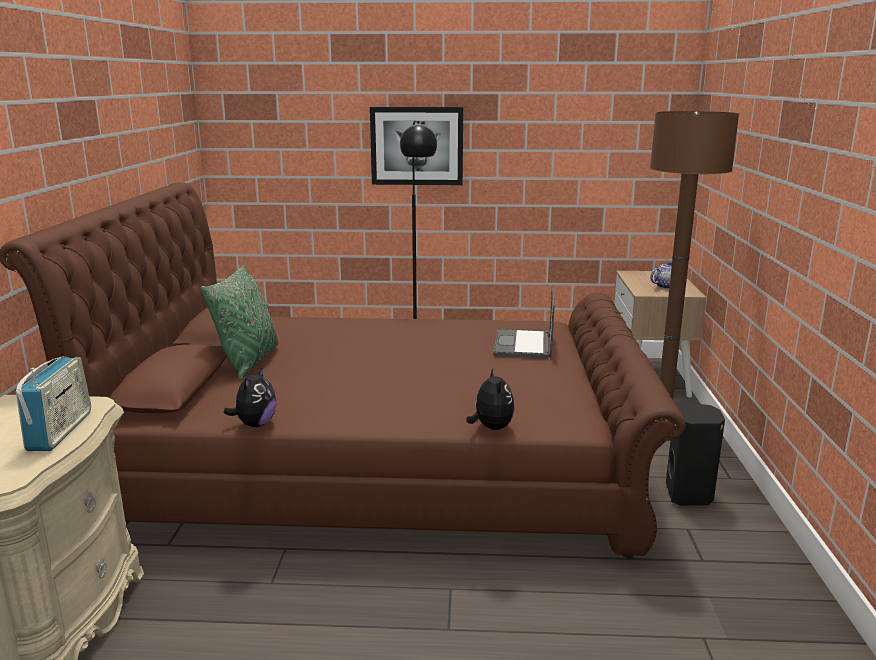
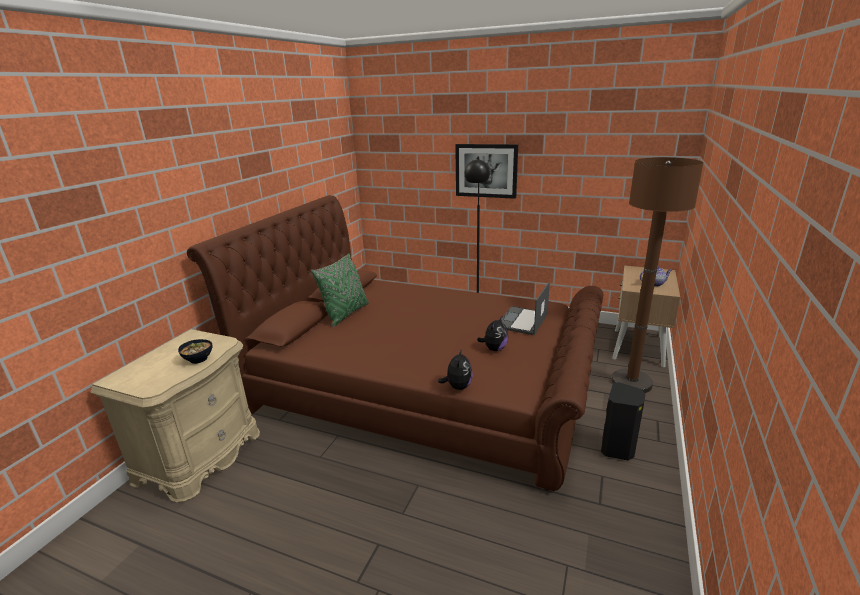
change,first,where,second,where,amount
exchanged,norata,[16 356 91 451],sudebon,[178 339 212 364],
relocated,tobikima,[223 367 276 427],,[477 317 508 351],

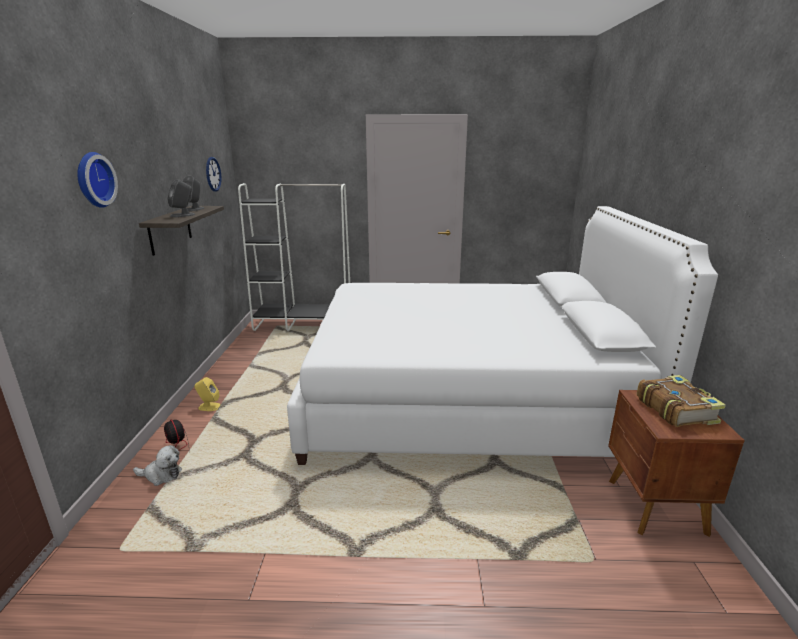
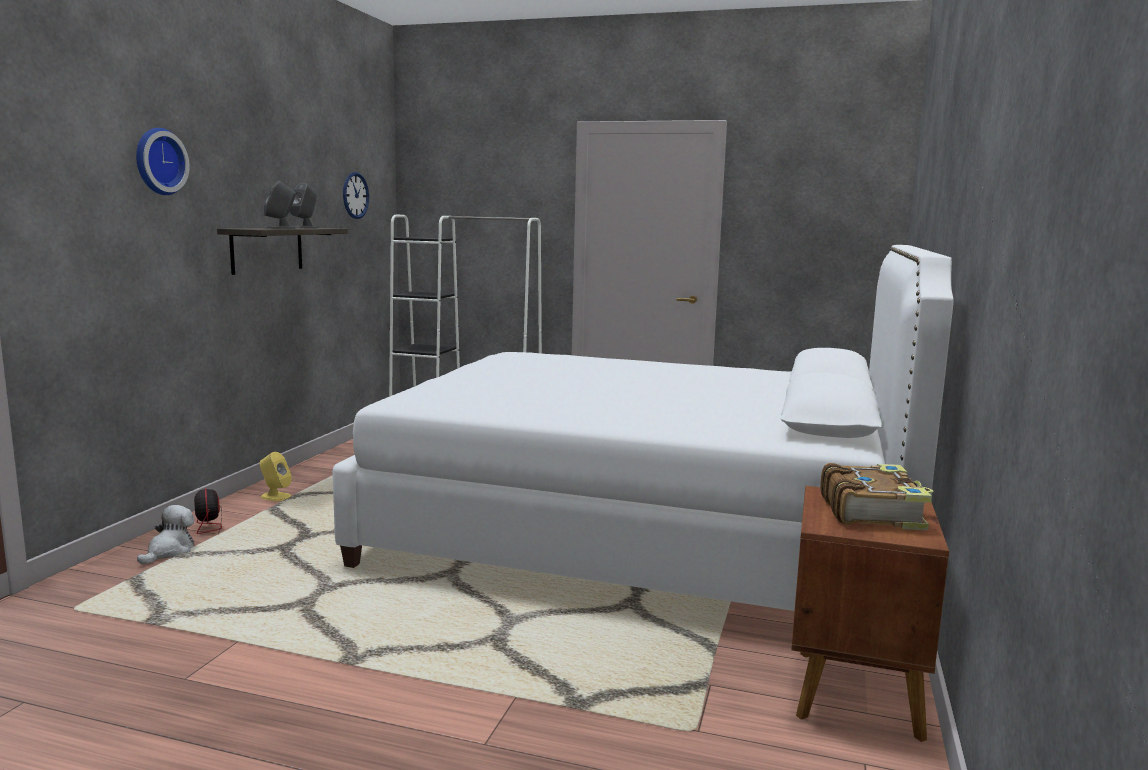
change,first,where,second,where,amount
spun,tobikima,[133 445 182 486],,[137 505 194 564],90 degrees counterclockwise

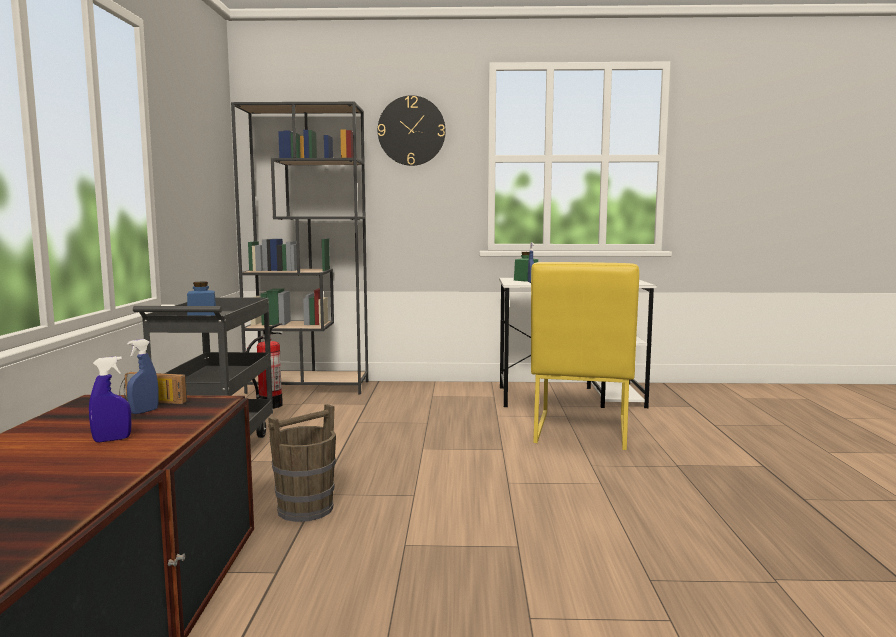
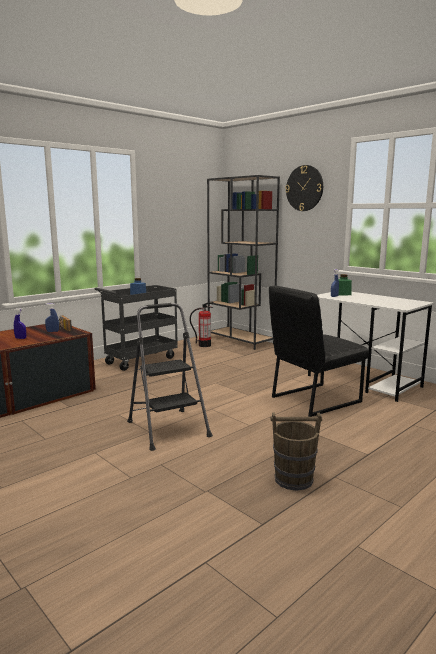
change,first,where,second,where,amount
appeared,,,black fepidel,[127 303 213 451],
colour,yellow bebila,[531 262 639 450],black bebila,[269 286 369 417],
relocated,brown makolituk,[268 404 336 522],,[270 412 322 491],

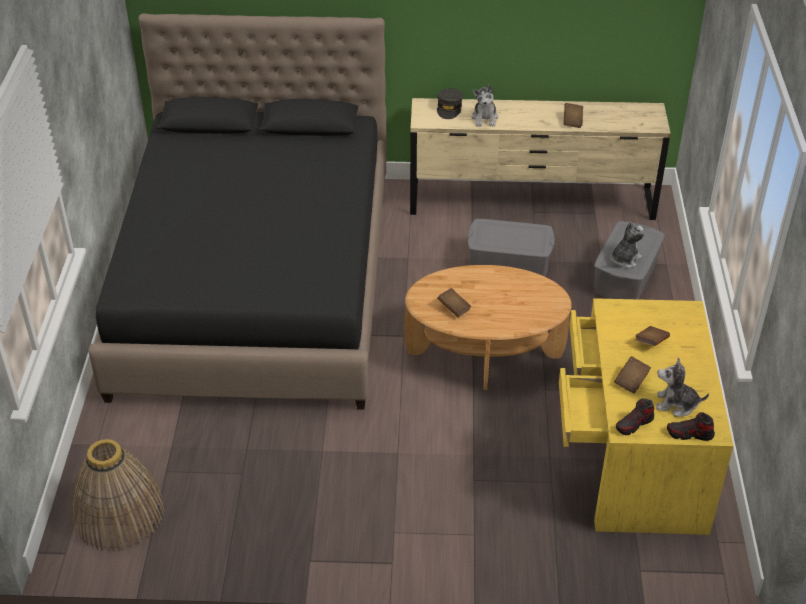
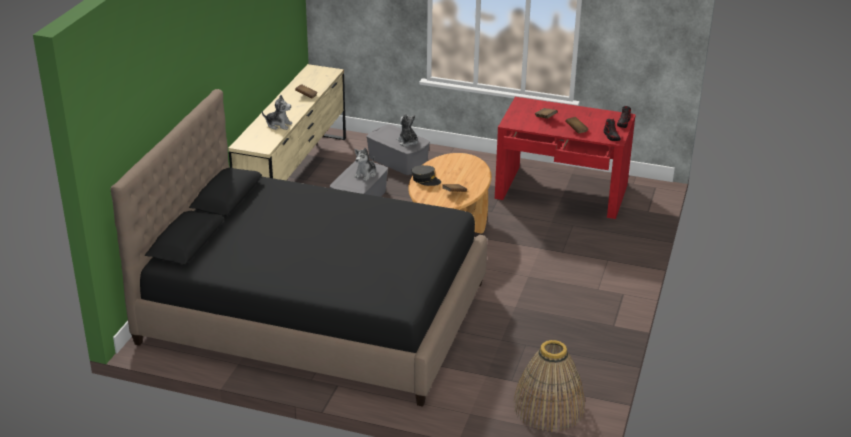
change,first,where,second,where,amount
relocated,tobikima,[656 358 709 417],,[354 148 376 181],
relocated,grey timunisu,[437 88 463 119],,[411 165 441 186],
colour,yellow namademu,[559 298 734 535],red namademu,[495 97 636 219],

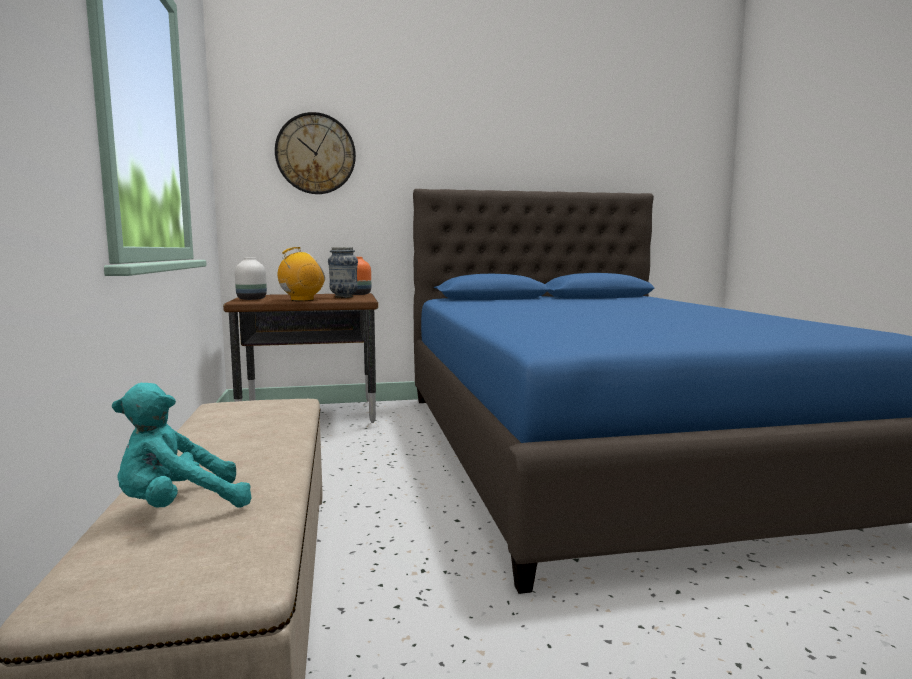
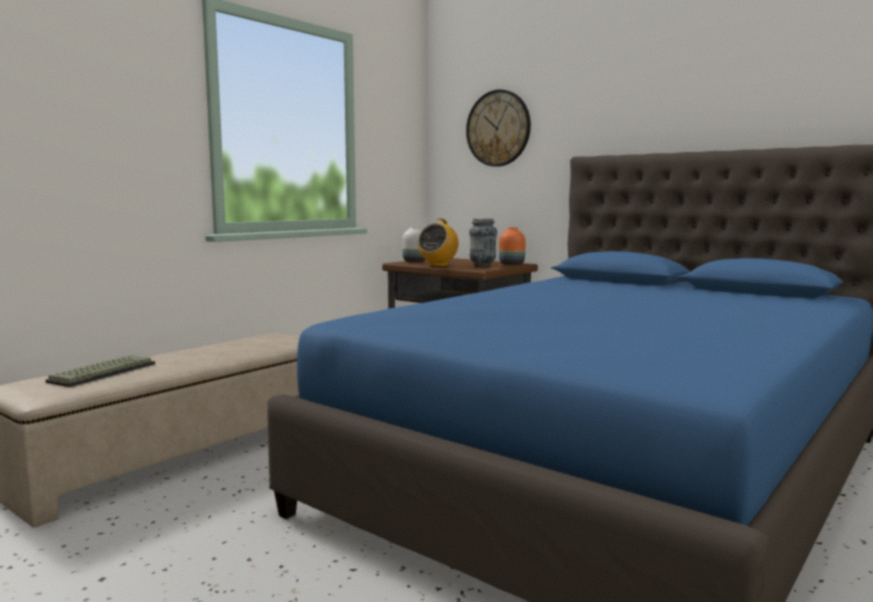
change,first,where,second,where,amount
exchanged,turquoise tobikima,[112 383 252 508],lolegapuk,[46 355 155 387],
spun,norata,[278 247 325 301],,[418 218 459 267],105 degrees clockwise

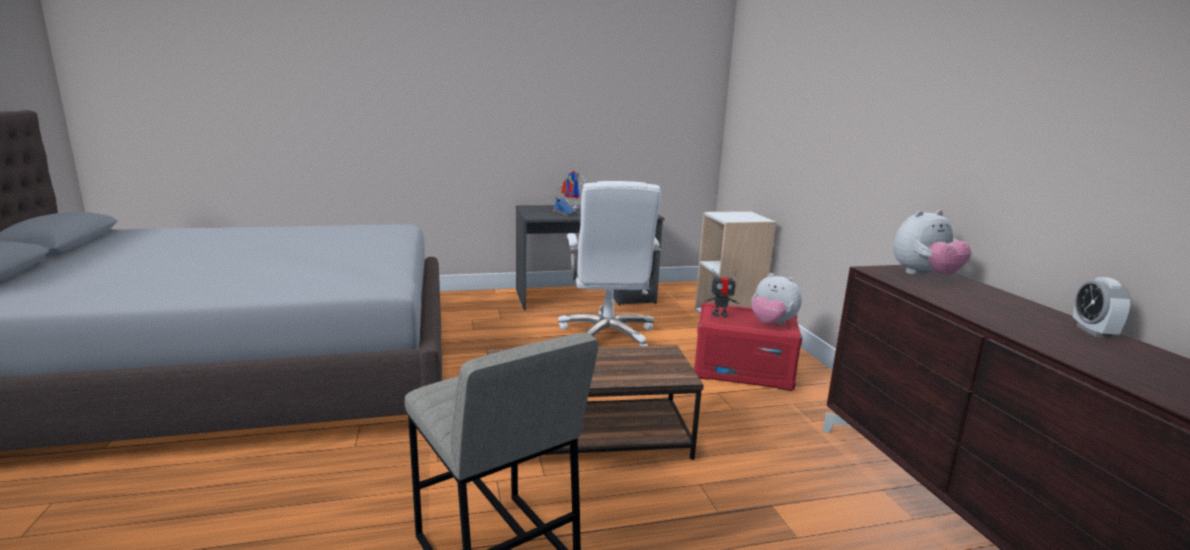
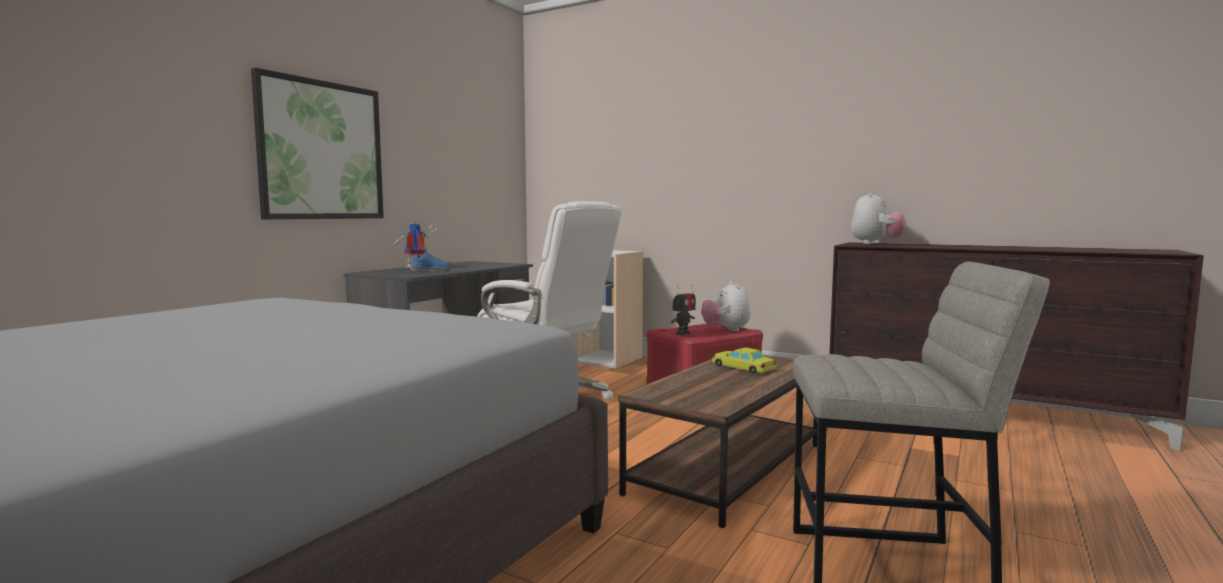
change,first,where,second,where,amount
appeared,,,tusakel,[251 68 384 219],
spun,tobikima,[751 273 802 325],,[701 282 750 332],90 degrees clockwise
appeared,,,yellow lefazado,[712 347 777 374],
missing,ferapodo,[1073 277 1131 338],,,

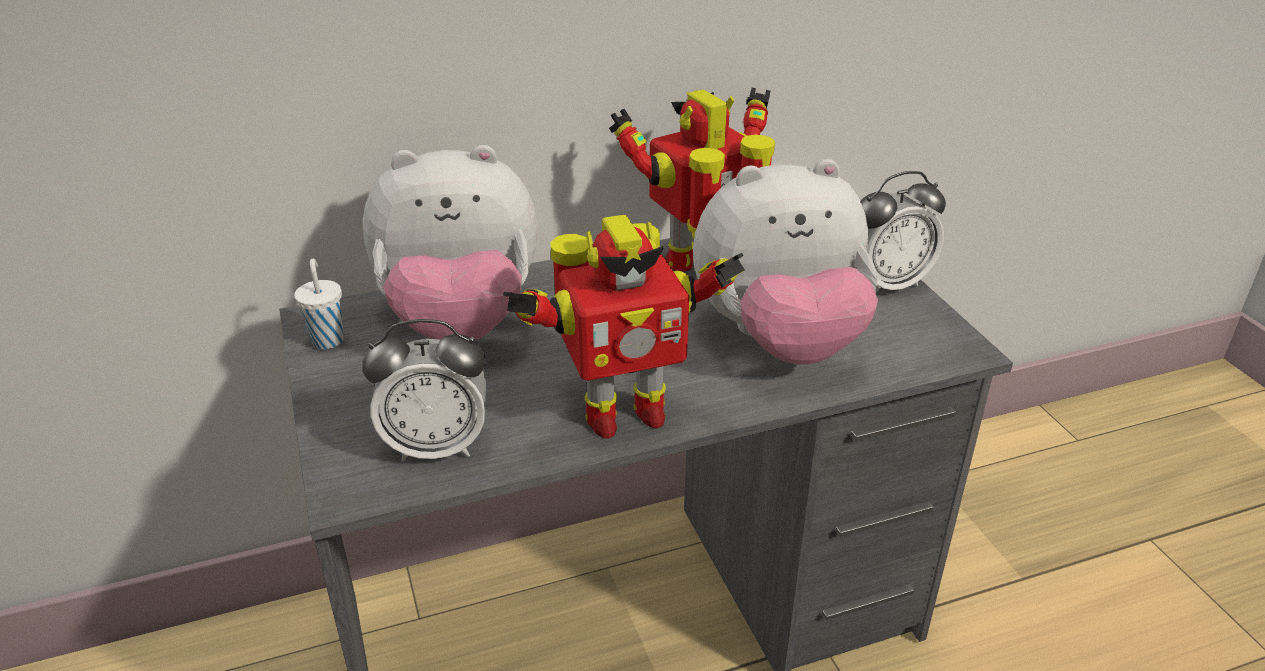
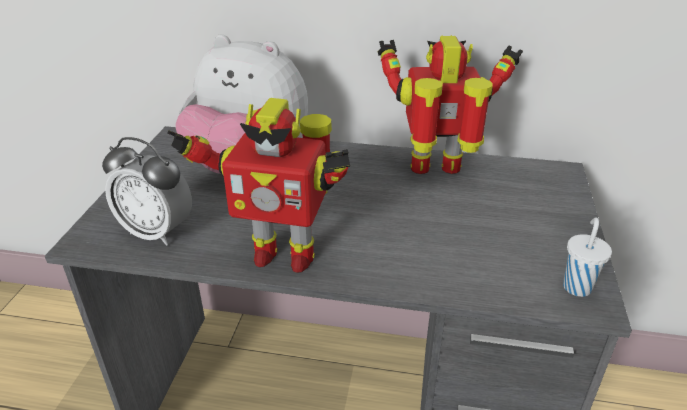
change,first,where,second,where,amount
relocated,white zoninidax,[294 258 344 349],,[563 217 612 297],
missing,tobikima,[693 159 878 365],,,
missing,ferapodo,[860 171 946 293],,,

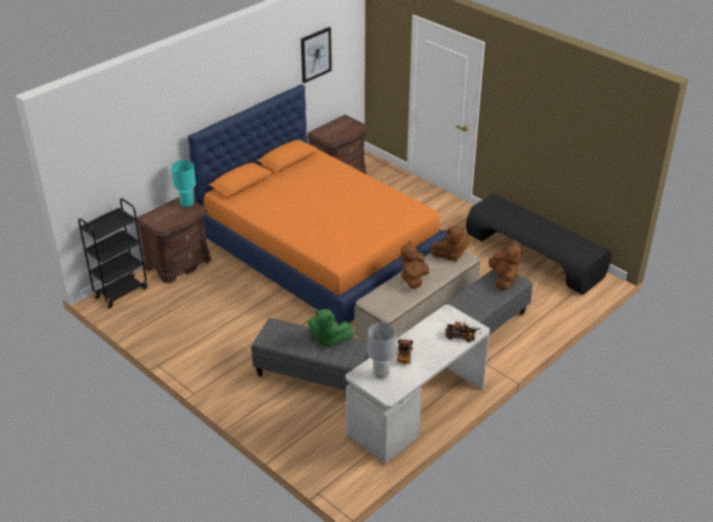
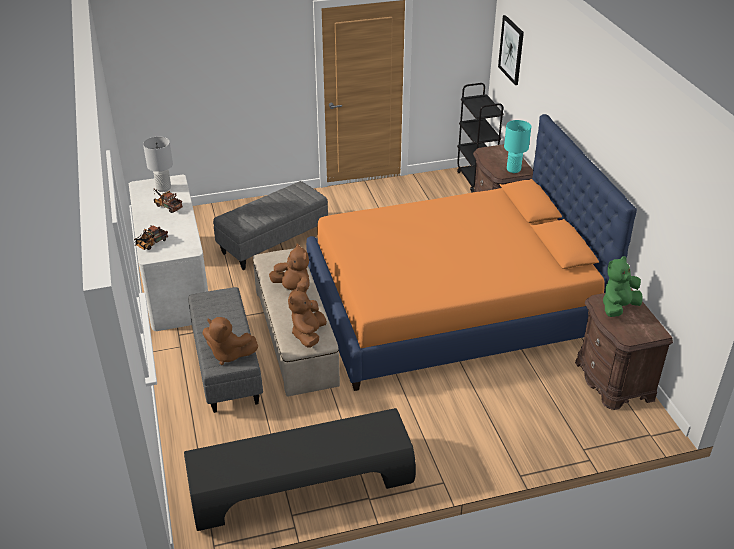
change,first,where,second,where,amount
relocated,tusakel,[301 27 332 83],,[498 15 524 85],
relocated,green tobikima,[307 309 354 349],,[603 256 643 317],

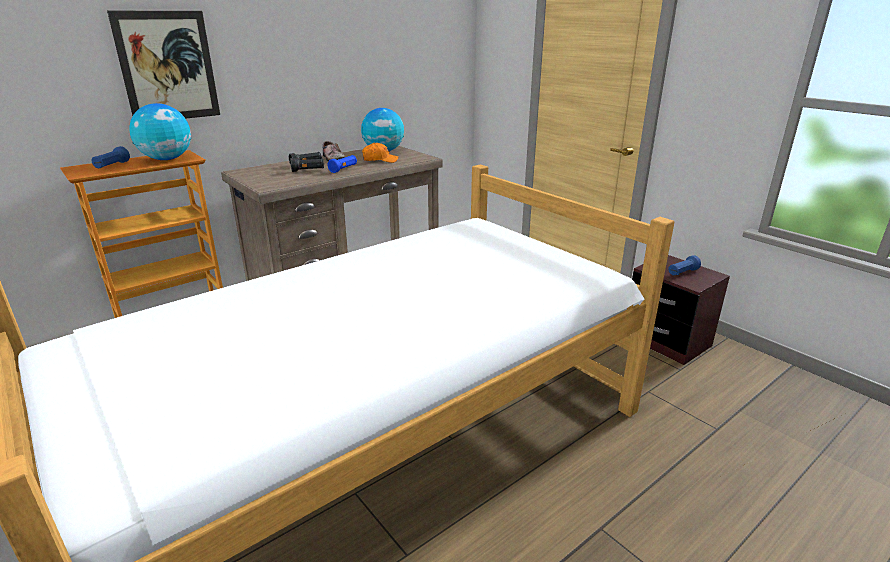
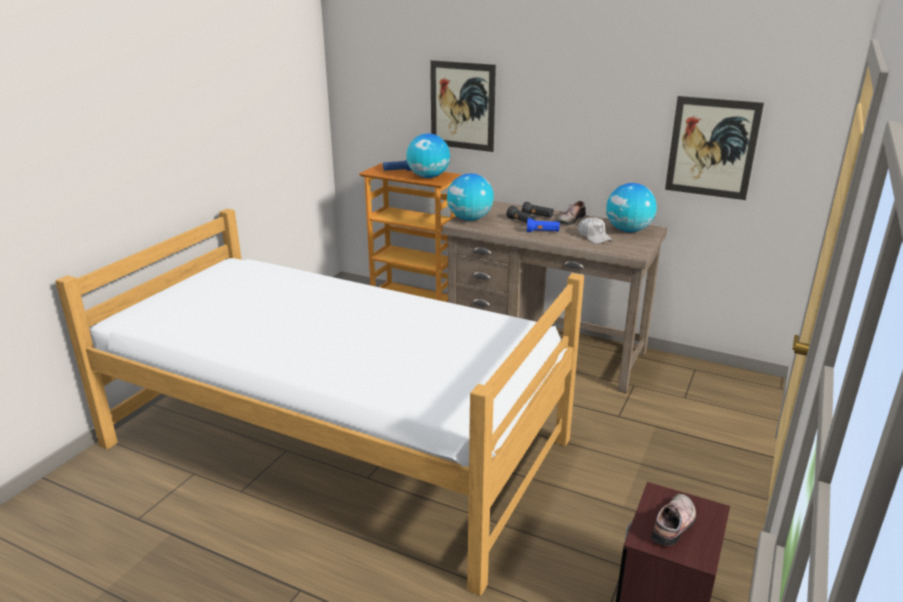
change,first,where,second,where,amount
appeared,,,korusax,[447 173 494 221],
colour,orange timunisu,[362 142 399 163],white timunisu,[578 217 613 244],
exchanged,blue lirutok,[668 255 701 275],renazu,[651 494 696 546],
appeared,,,tusakel,[665 96 764 200],

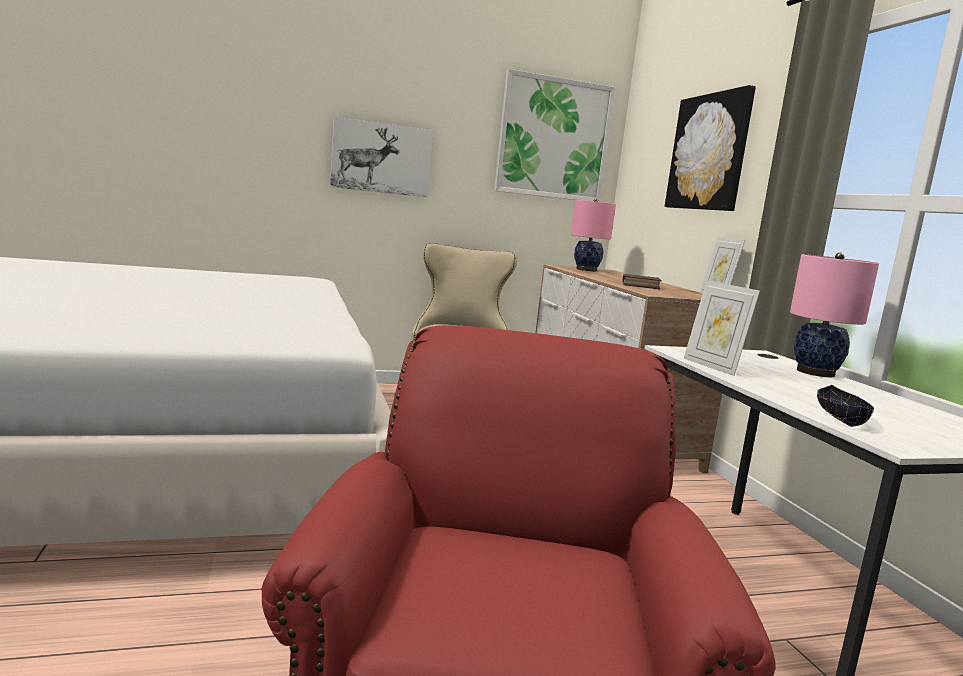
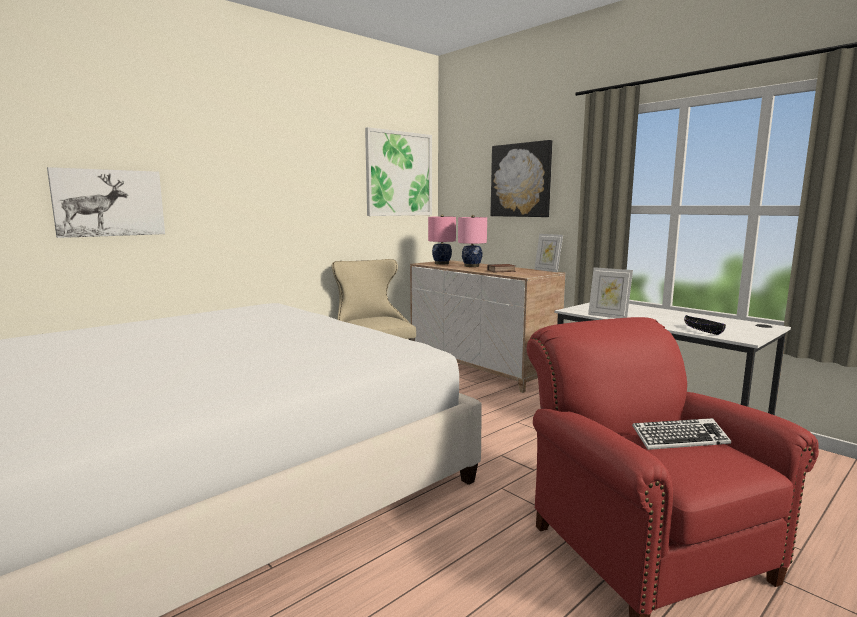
change,first,where,second,where,amount
relocated,tusakel,[330 117 433 197],,[47 167 165 238],
relocated,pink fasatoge,[790 253 879 377],,[458 215 487 267],
appeared,,,lolegapuk,[632 418 731 450],

